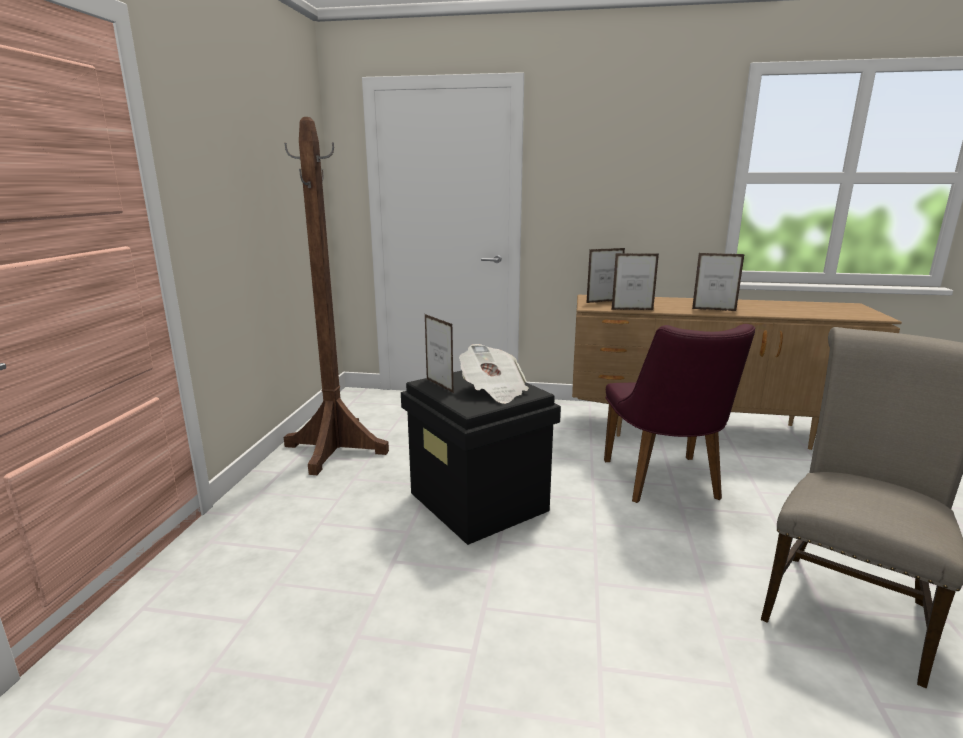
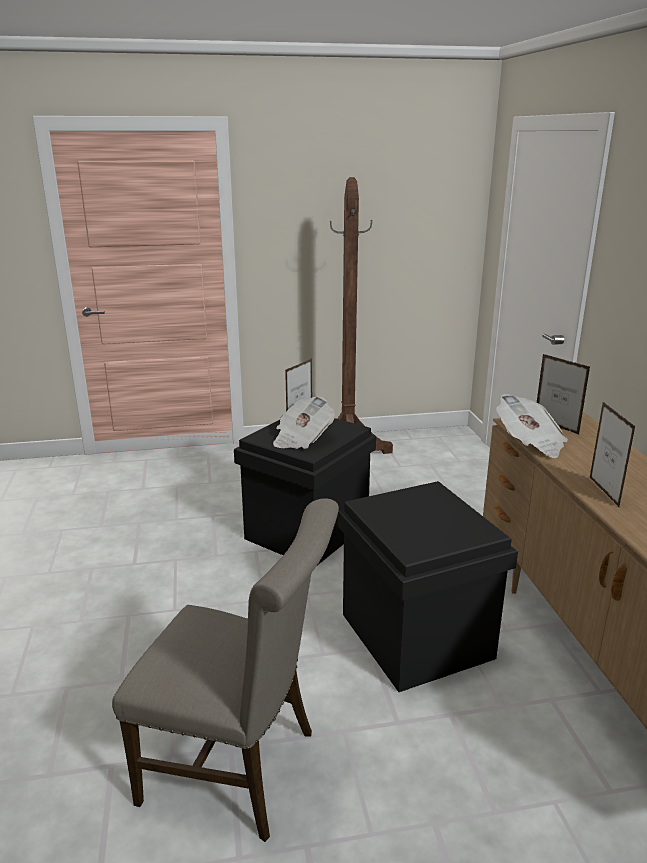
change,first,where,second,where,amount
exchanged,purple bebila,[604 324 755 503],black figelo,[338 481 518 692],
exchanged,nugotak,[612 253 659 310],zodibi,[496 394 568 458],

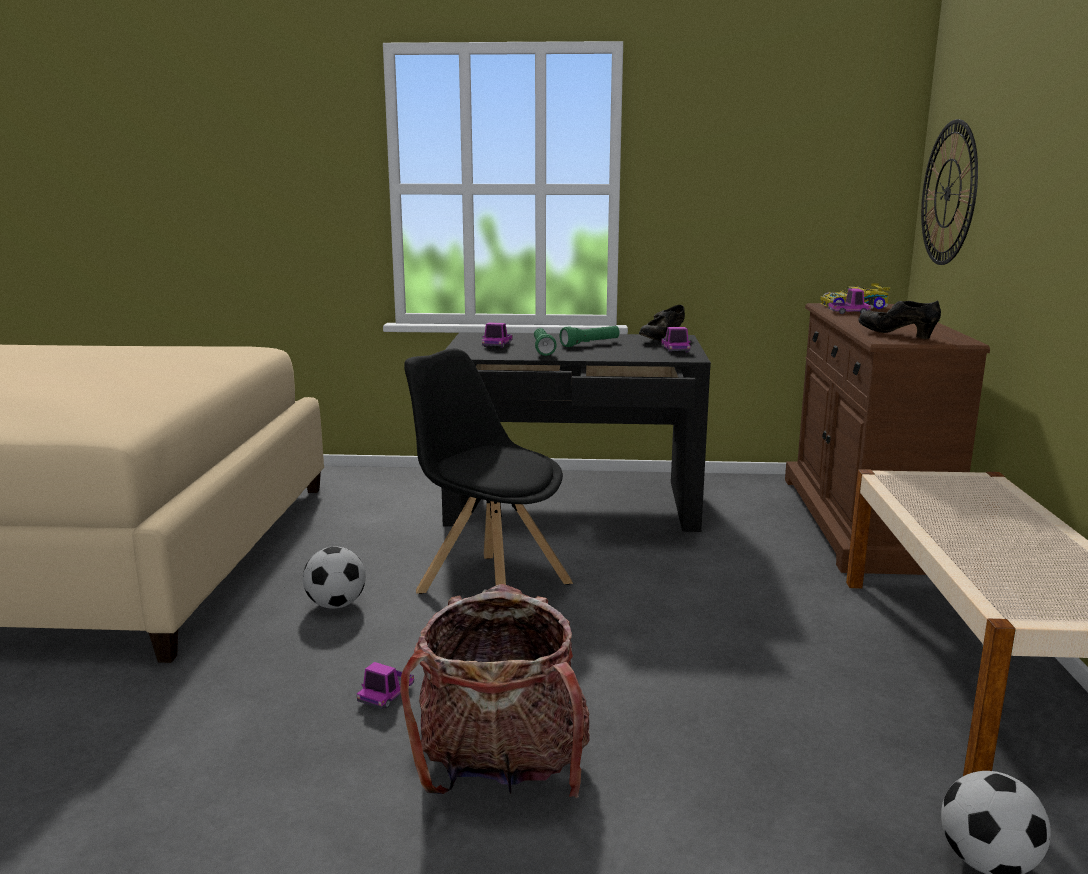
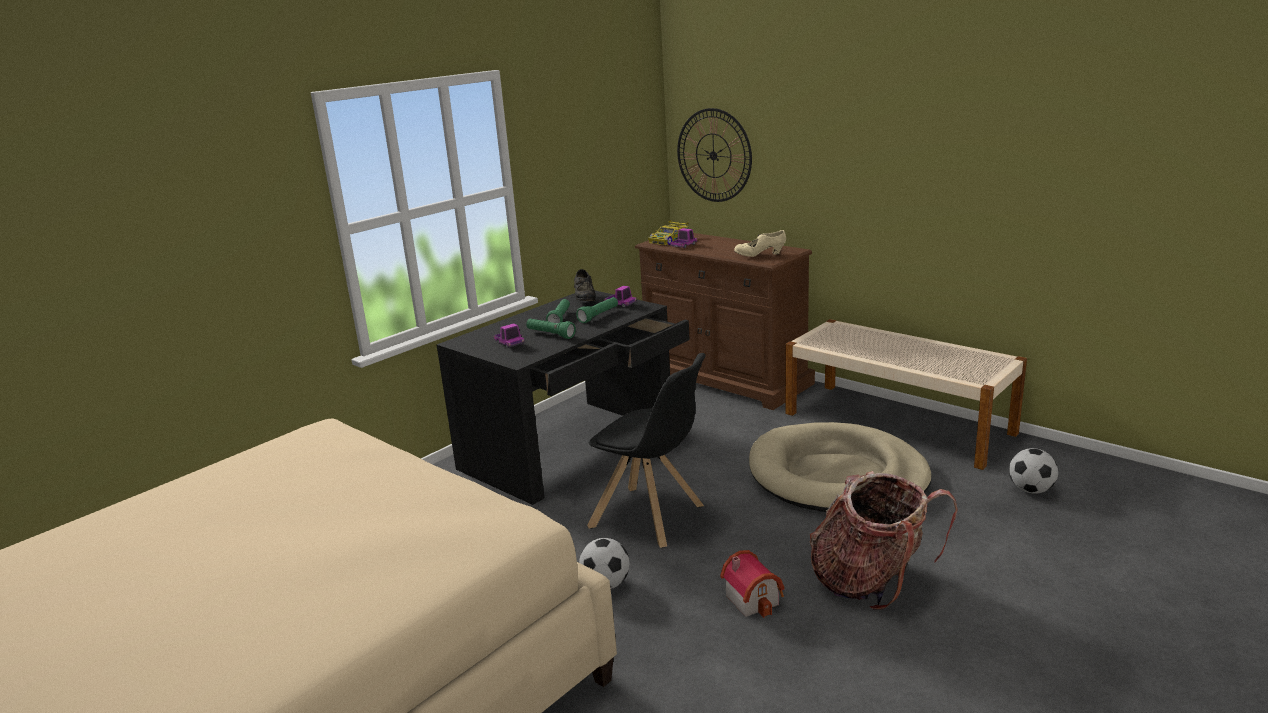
change,first,where,second,where,amount
appeared,,,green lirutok,[576 297 618 323],
spun,black bebila,[404 348 573 594],,[587 353 706 548],135 degrees counterclockwise
exchanged,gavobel,[357 662 414 709],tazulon,[720 550 784 618],
colour,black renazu,[858 300 941 339],beige renazu,[734 230 786 257],
appeared,,,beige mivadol,[749 422 932 512],

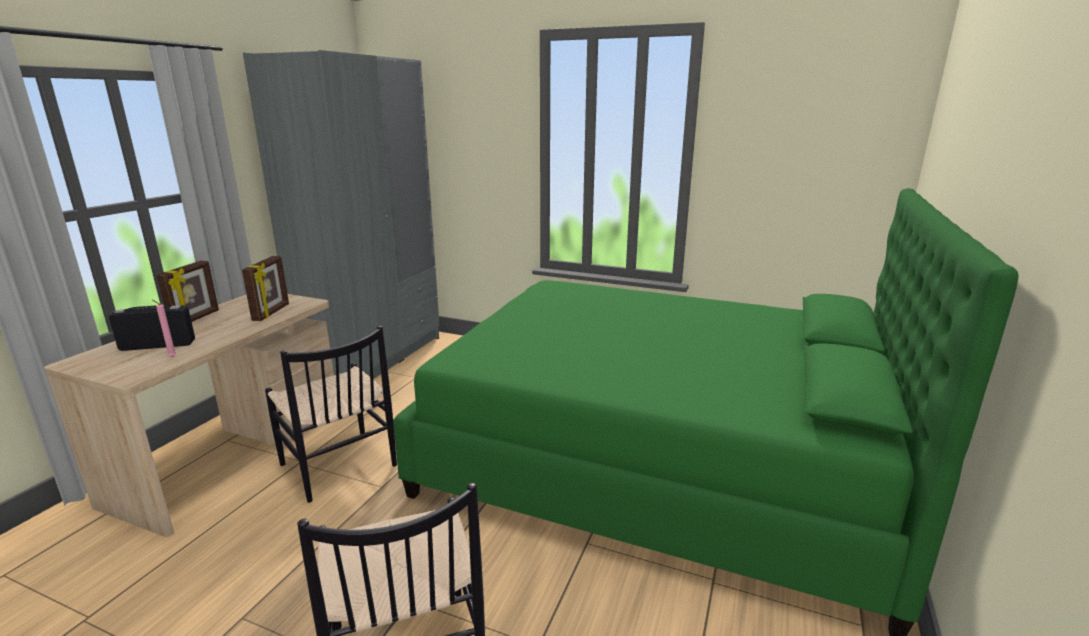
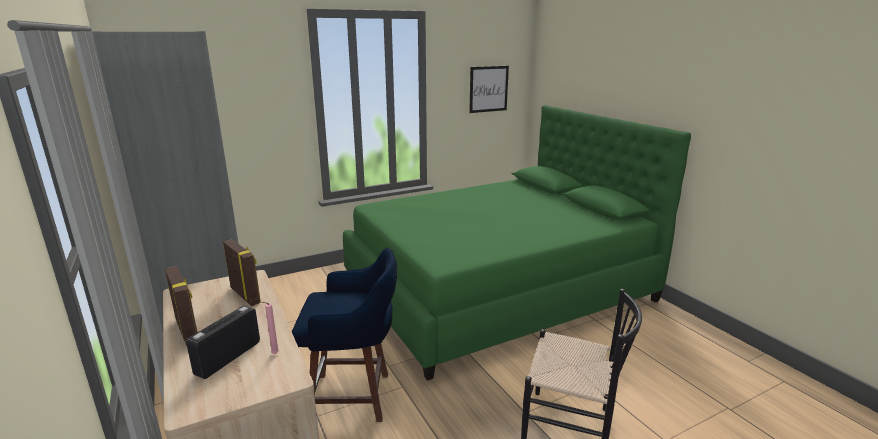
change,first,where,second,where,amount
exchanged,black bebila,[265 326 397 503],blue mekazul,[292 248 397 422],
appeared,,,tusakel,[469 66 509 113],

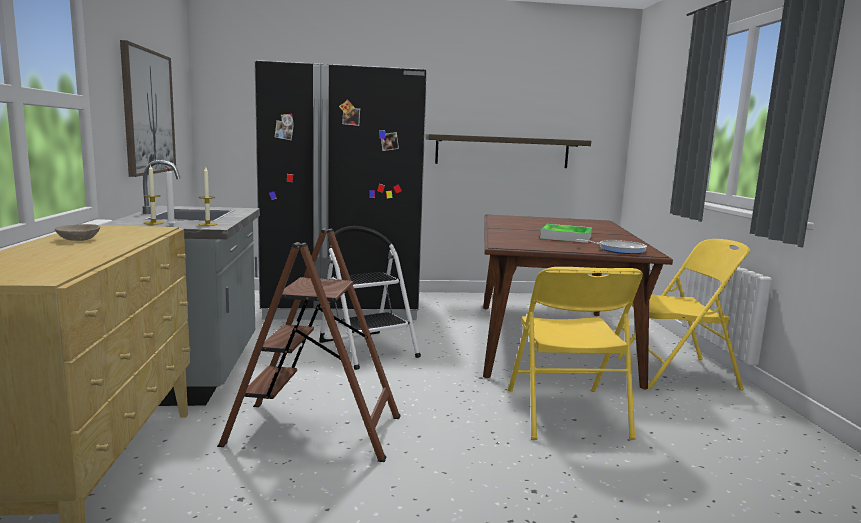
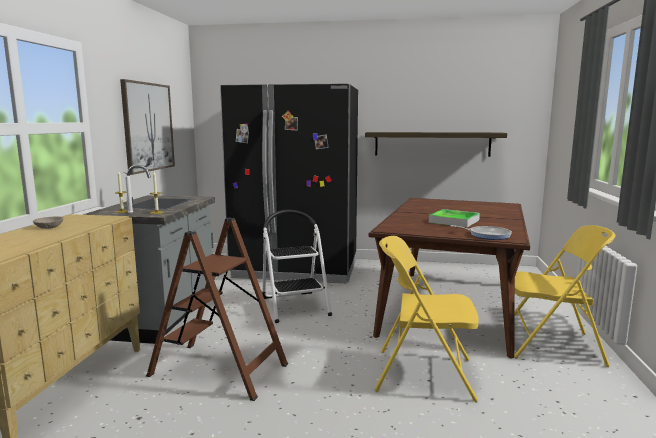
change,first,where,second,where,amount
spun,yellow bebila,[508 267 643 440],,[375 236 478 403],90 degrees clockwise

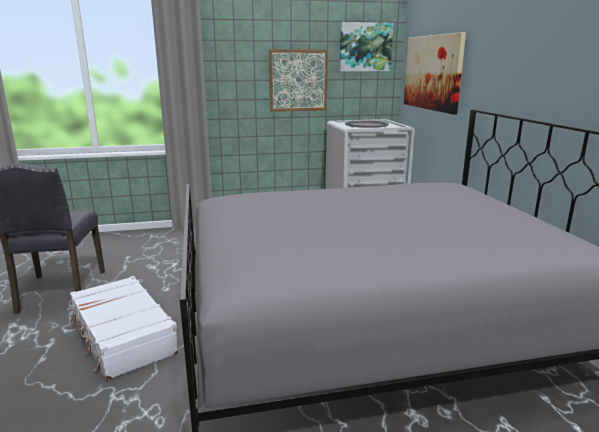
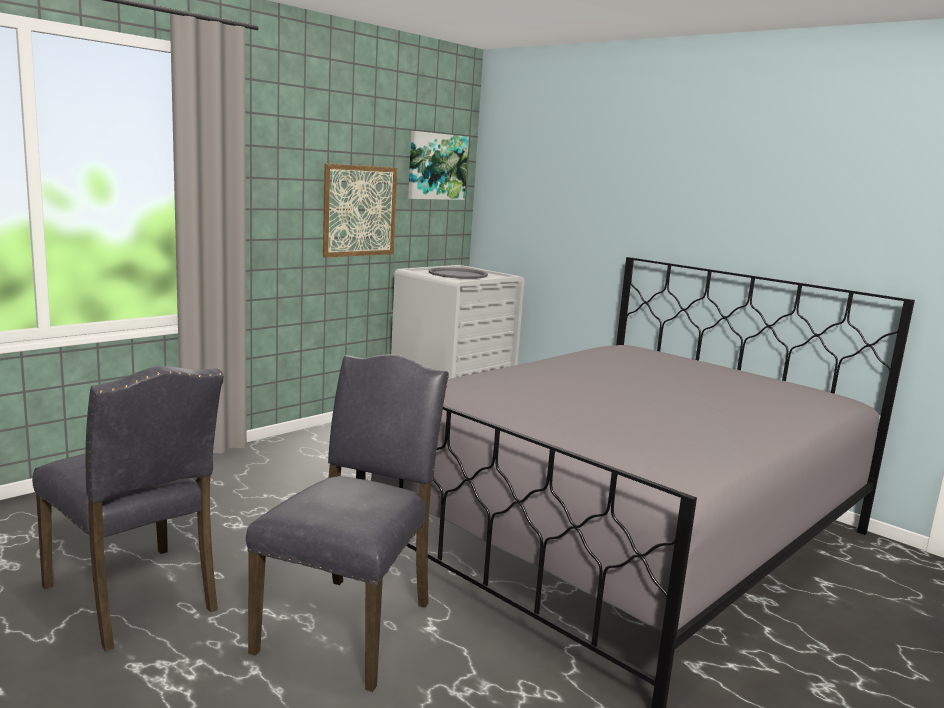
change,first,where,second,where,amount
exchanged,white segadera,[70 276 179 380],grey bebila,[246 354 449 692],
missing,tusakel,[404 32 466 115],,,

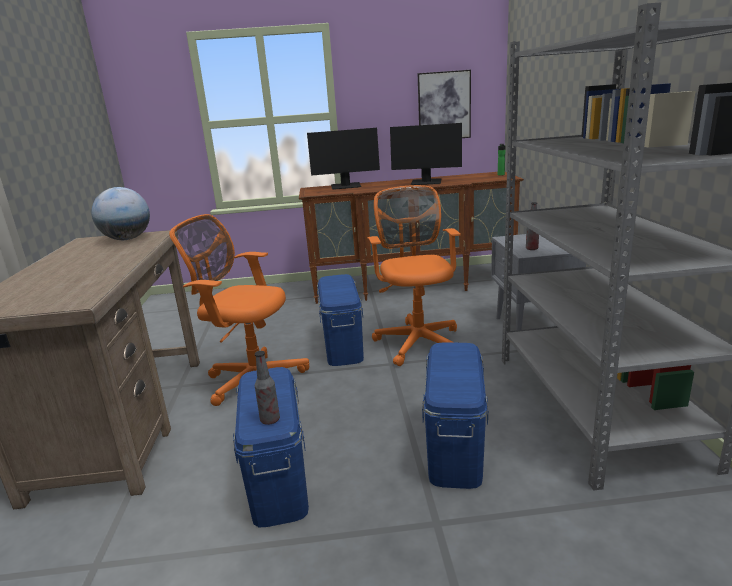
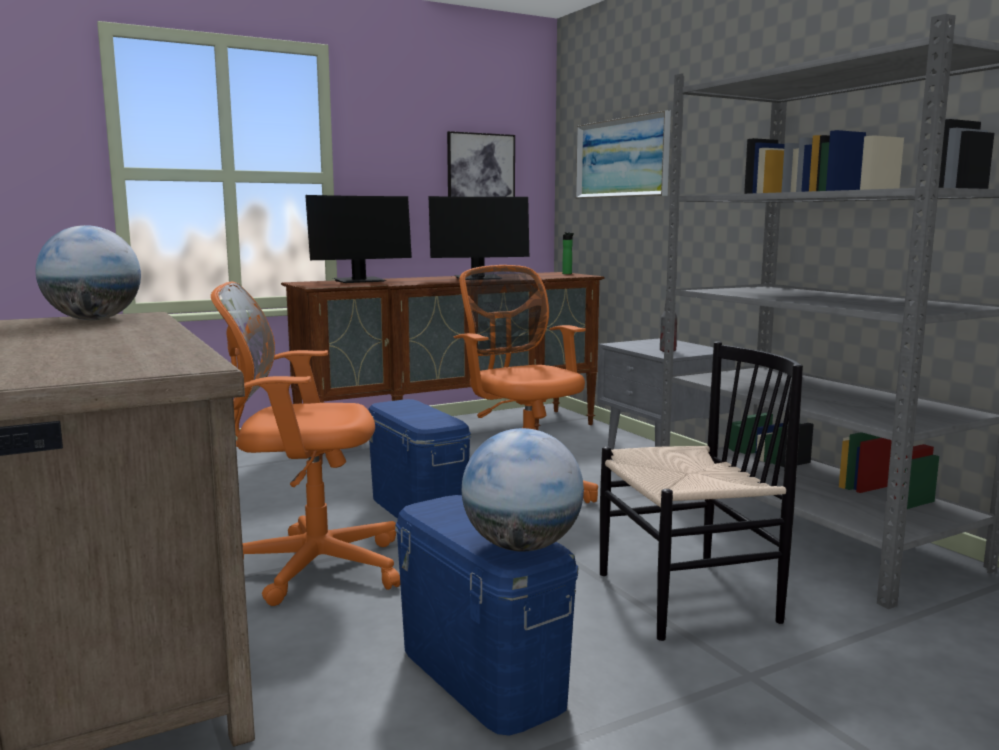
change,first,where,second,where,amount
exchanged,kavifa,[255 351 280 425],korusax,[462 428 584 552],
appeared,,,tusakel,[576 110 671 199],
exchanged,blue figelo,[422 342 489 489],black bebila,[600 341 803 641],

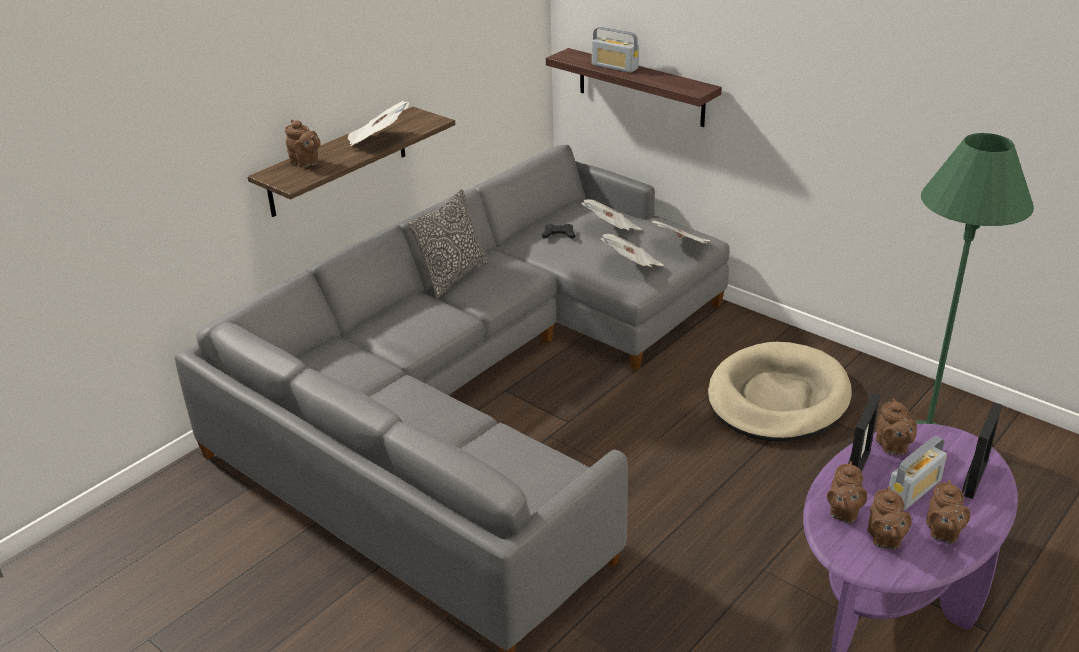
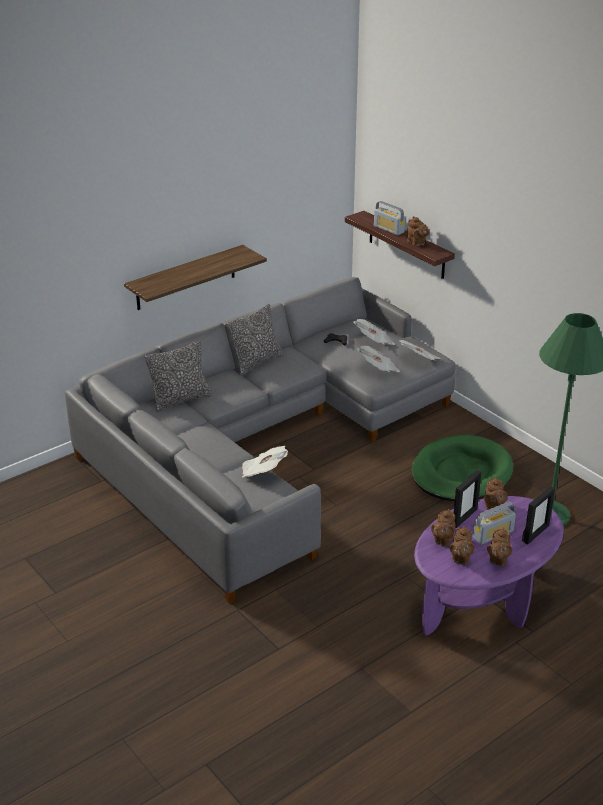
change,first,where,second,where,amount
appeared,,,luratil,[145 340 212 412],
relocated,zodibi,[348 101 409 146],,[242 446 288 478],
relocated,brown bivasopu,[285 119 321 167],,[407 216 430 246],
colour,beige mivadol,[708 342 852 441],green mivadol,[411 435 513 501],

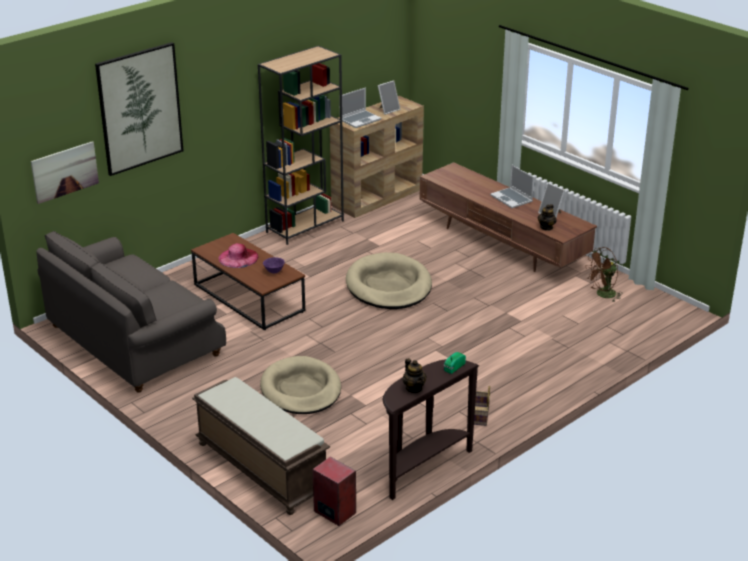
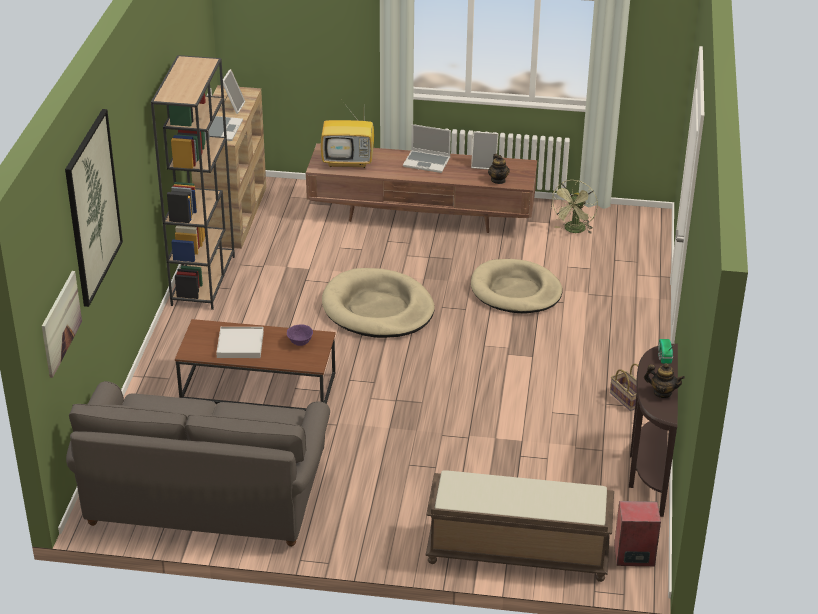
change,first,where,second,where,amount
exchanged,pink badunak,[219 243 258 268],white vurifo,[216 327 264 358],
appeared,,,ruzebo,[321 103 374 168],
relocated,beige mivadol,[260 356 341 414],,[471 259 563 314],
colour,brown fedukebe,[585 247 623 302],green fedukebe,[550 180 598 233],

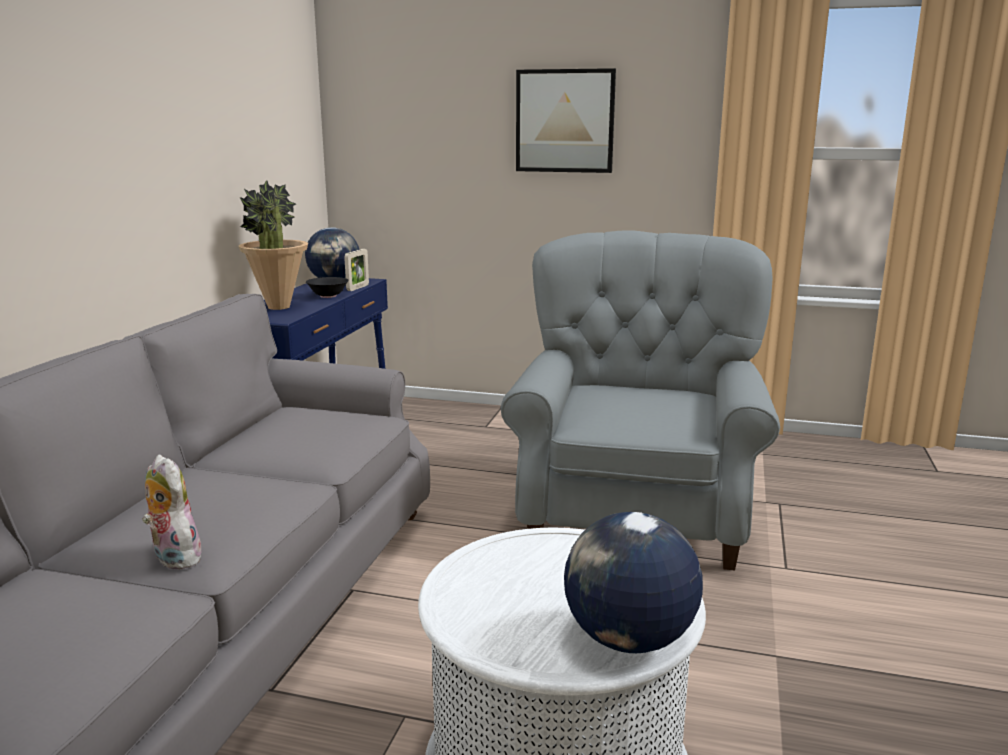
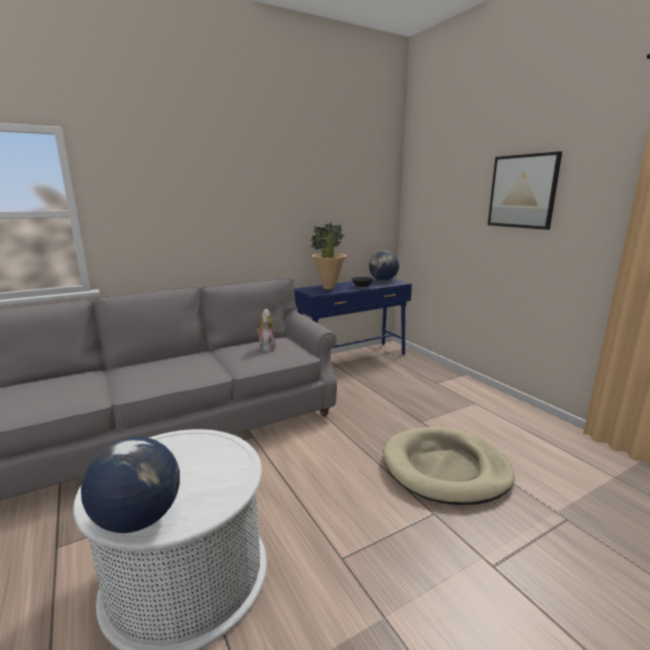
change,first,where,second,where,amount
relocated,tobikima,[142 455 202 570],,[256 309 276 352],
exchanged,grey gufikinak,[500 230 780 570],beige mivadol,[383 427 515 505],
missing,nugotak,[344 249 369 291],,,

